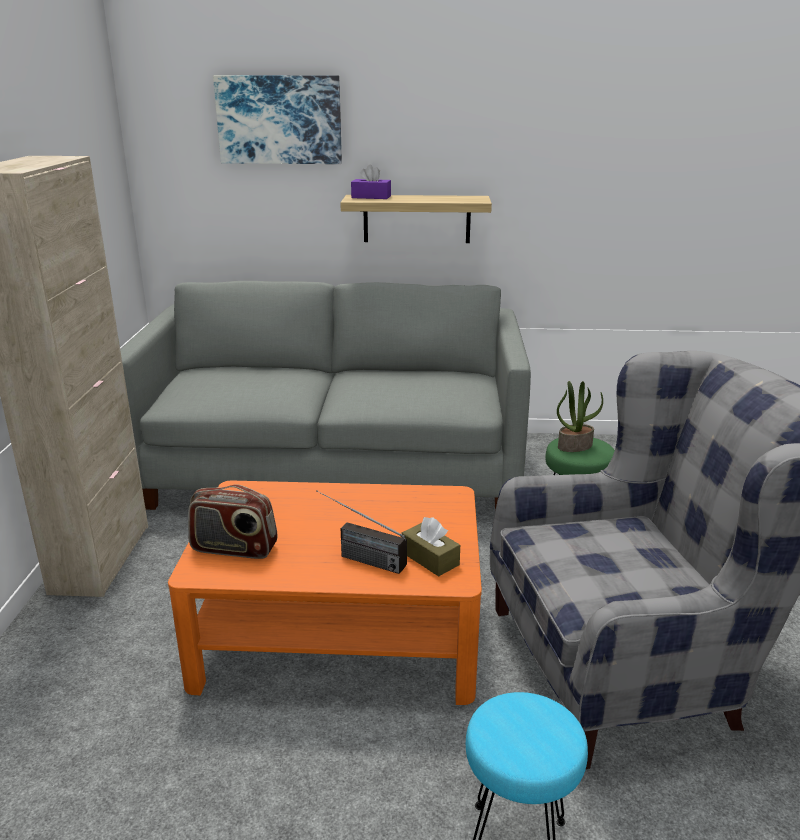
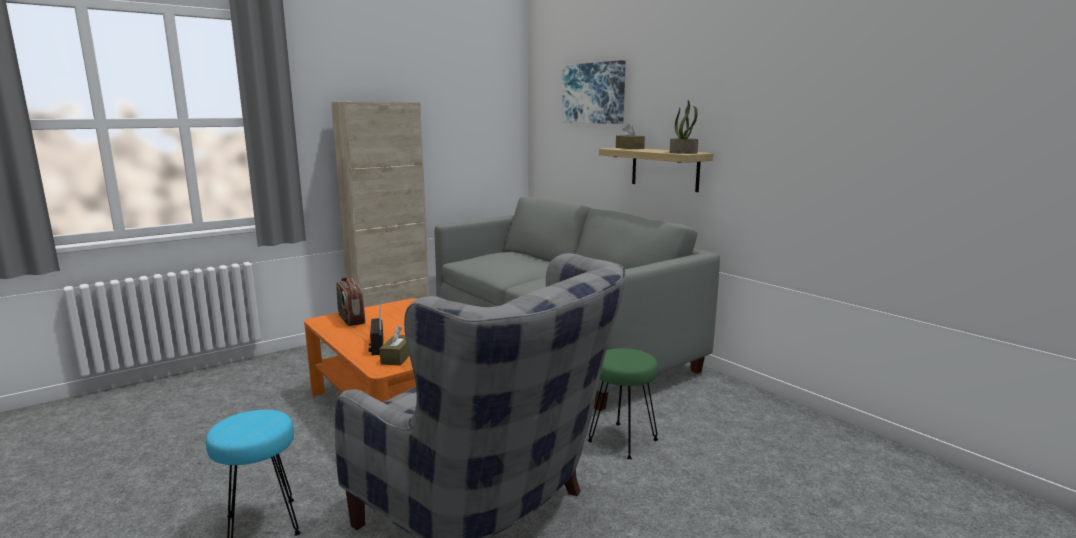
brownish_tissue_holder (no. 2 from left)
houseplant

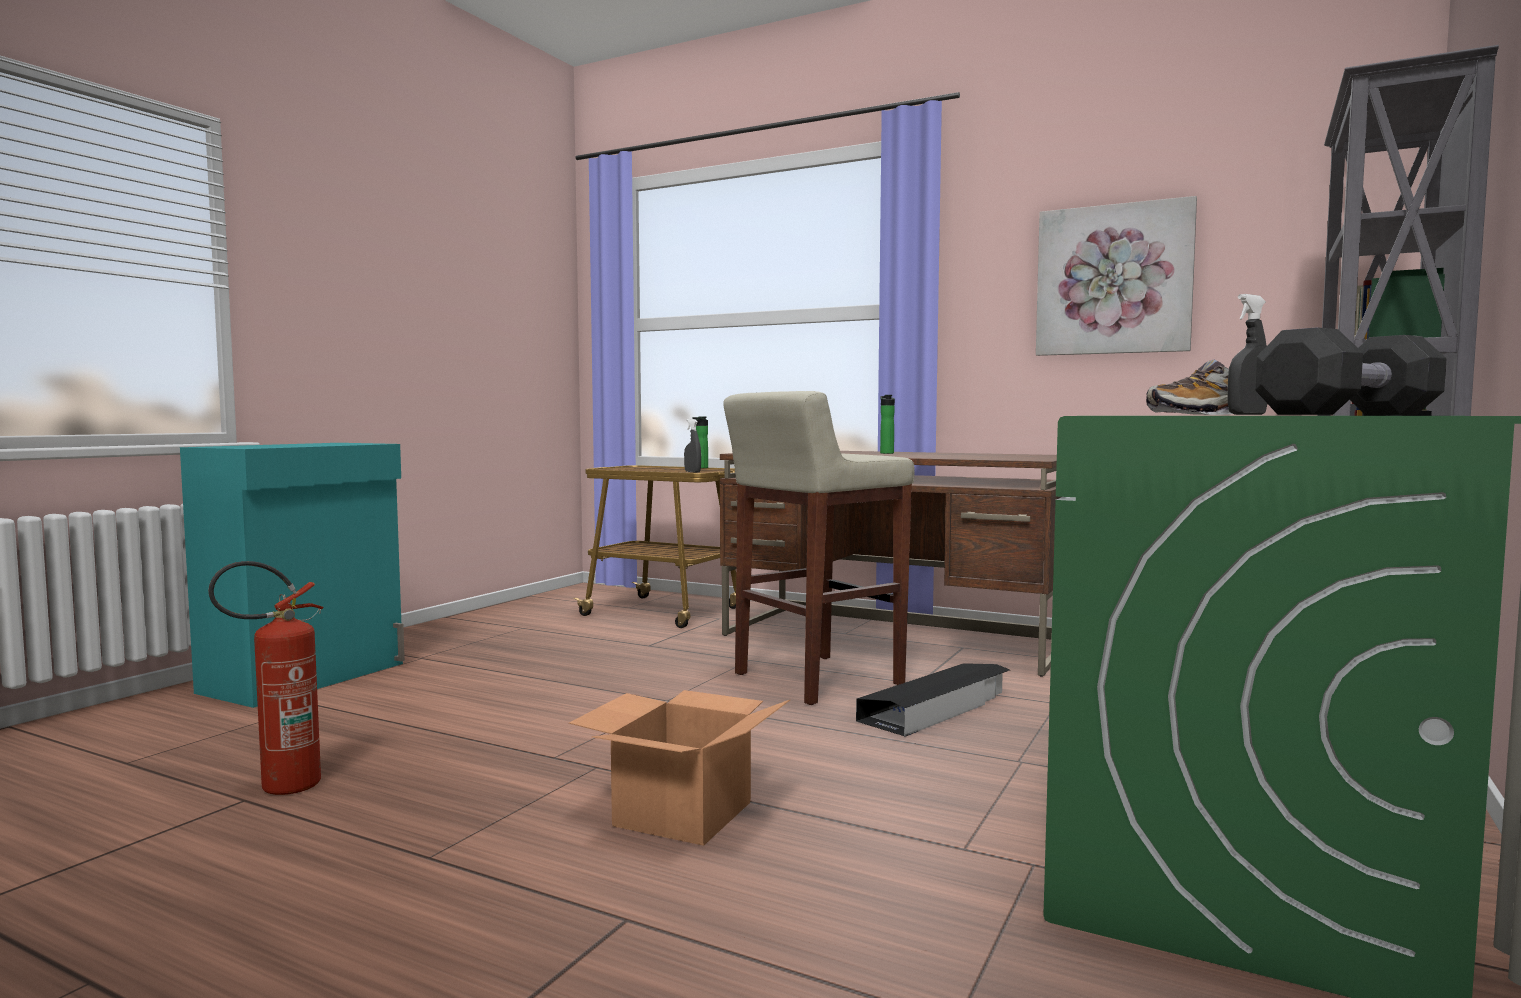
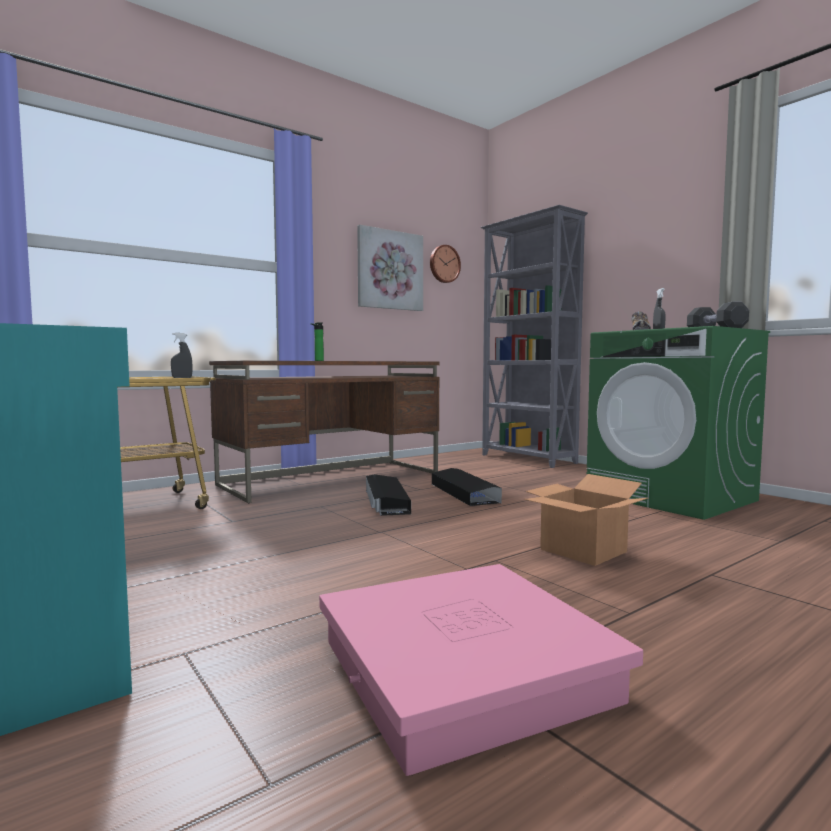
pink_storage_container
drink_bottle (no. 1 from left in the first image)
black_storage_container (no. 1 from left)
hanging_clock

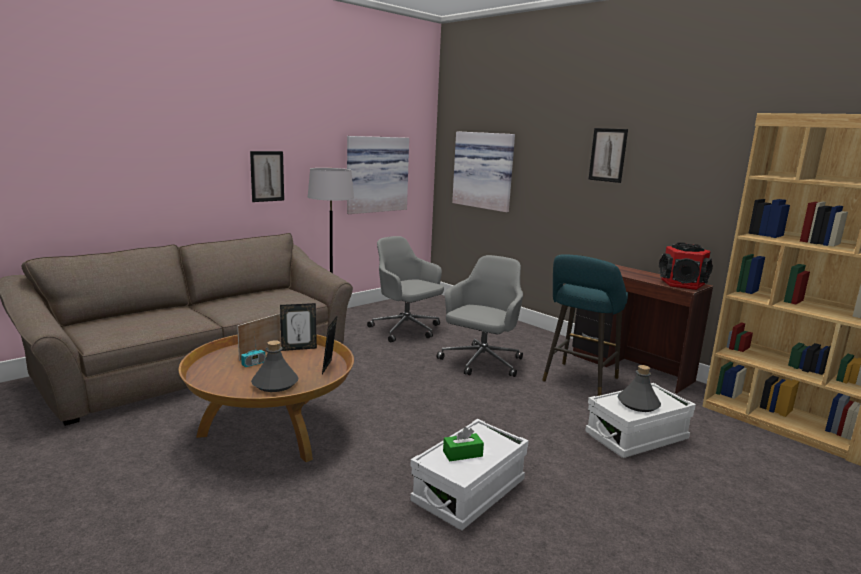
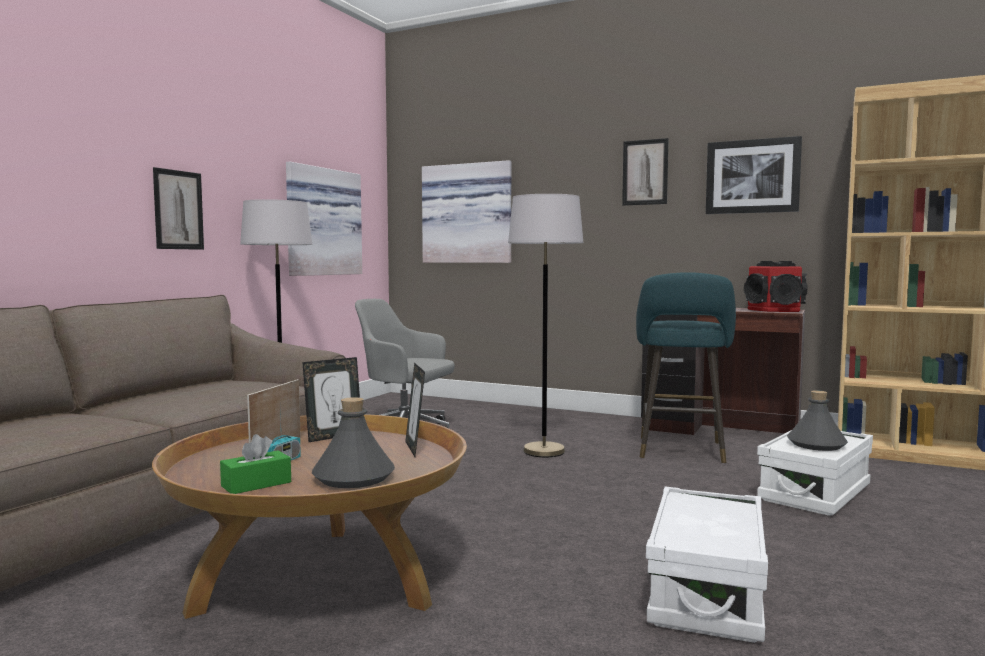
gray_floor_lamp (no. 2 from left)
greenish_tissue_holder
wall_art (no. 5 from left)

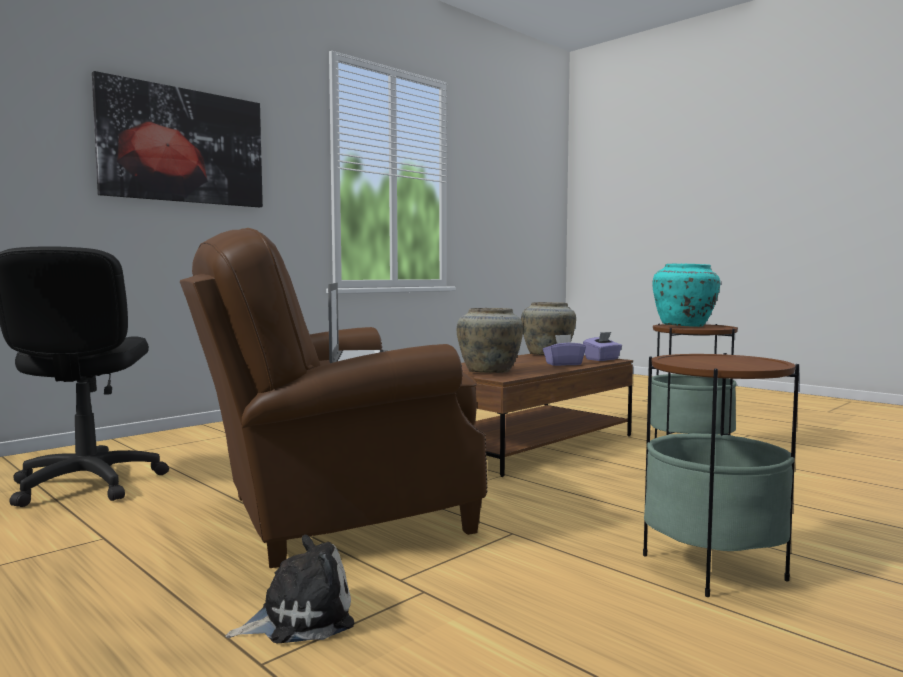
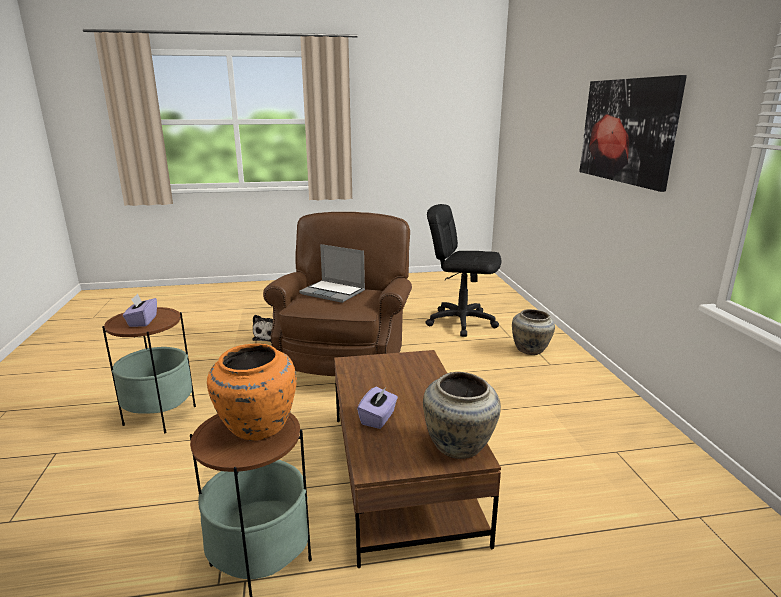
beige_vase (no. 2 from left)
purple_tissue_holder (no. 1 from left)
orangey_vase

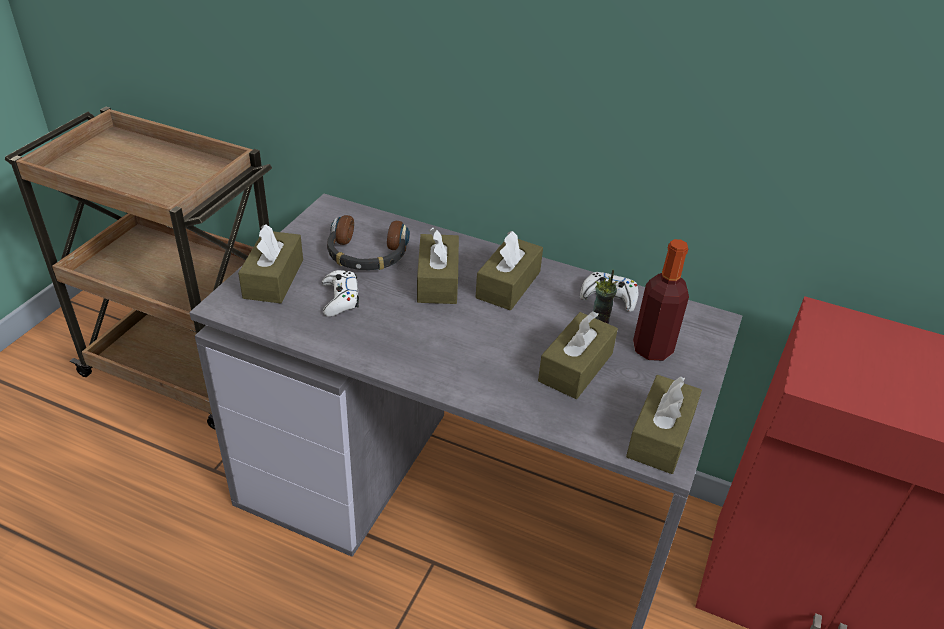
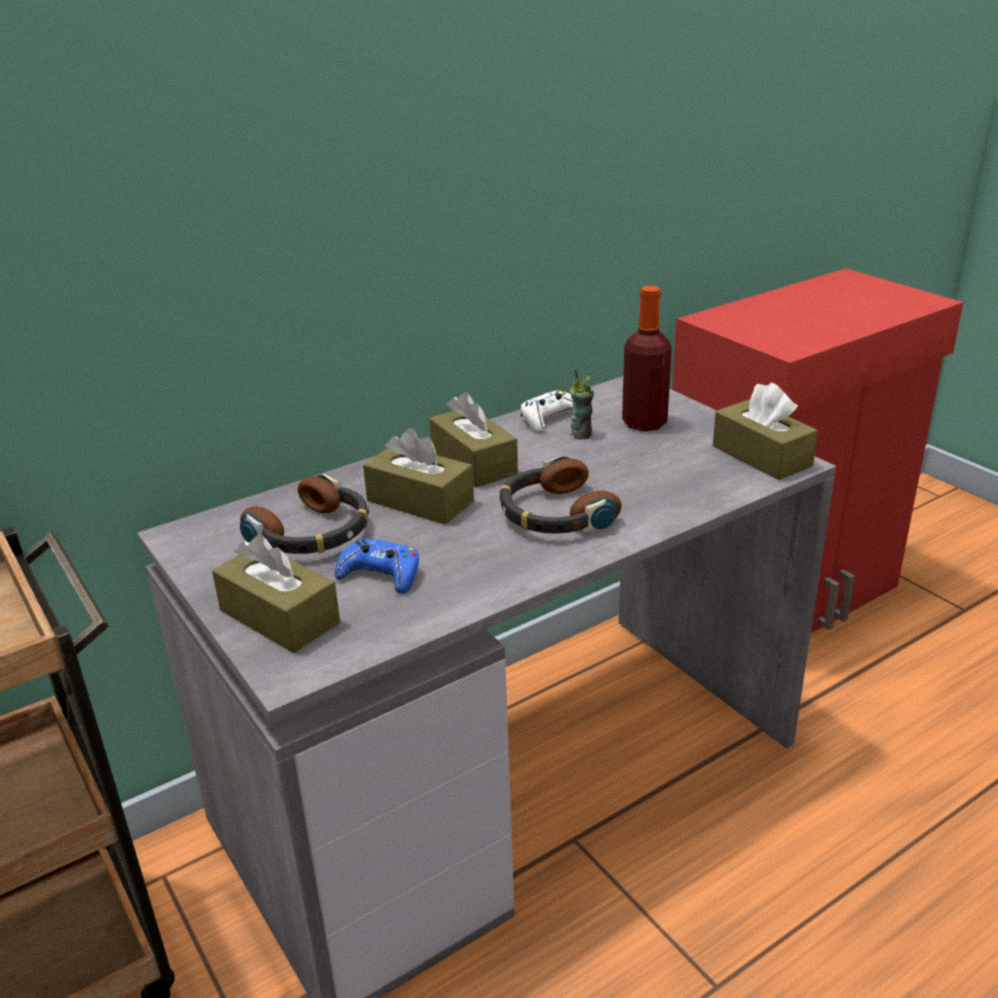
bluish_gamepad
brownish_tissue_holder (no. 4 from left in the first image)
pair_of_headphones (no. 2 from left)

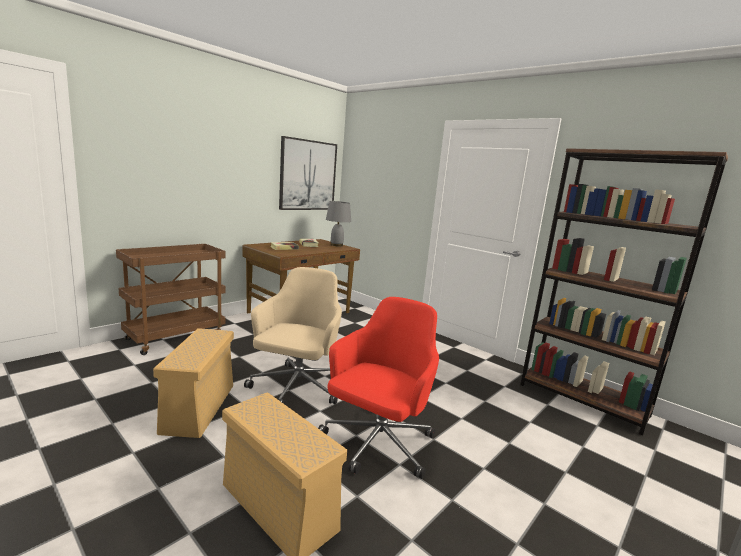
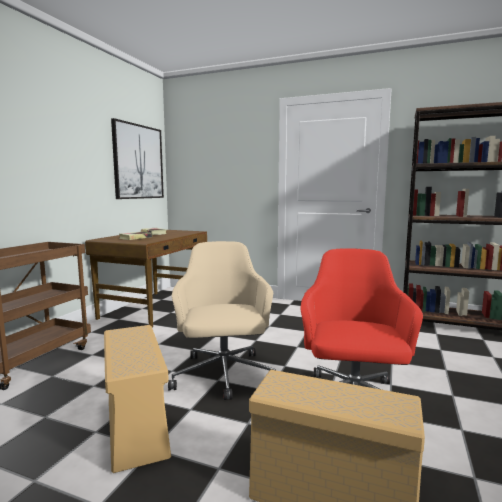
gray_table_lamp

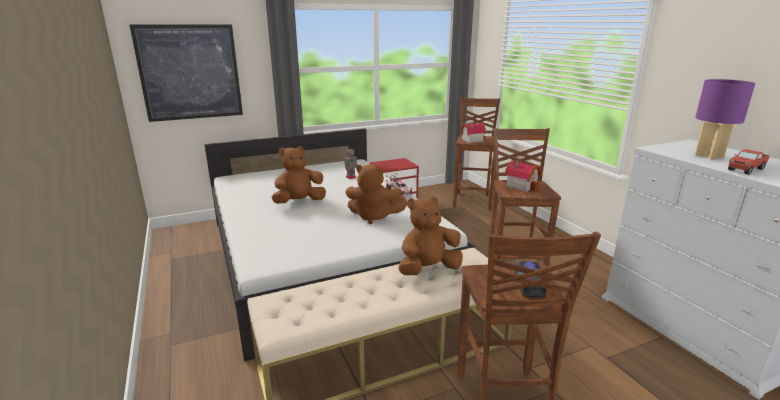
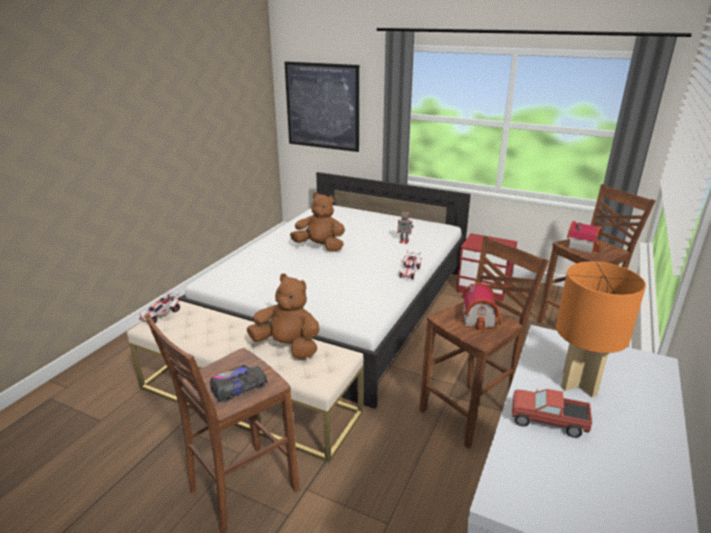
brownish_soft_toy (no. 2 from left in the first image)
orangey_table_lamp
toy_car (no. 1 from left)

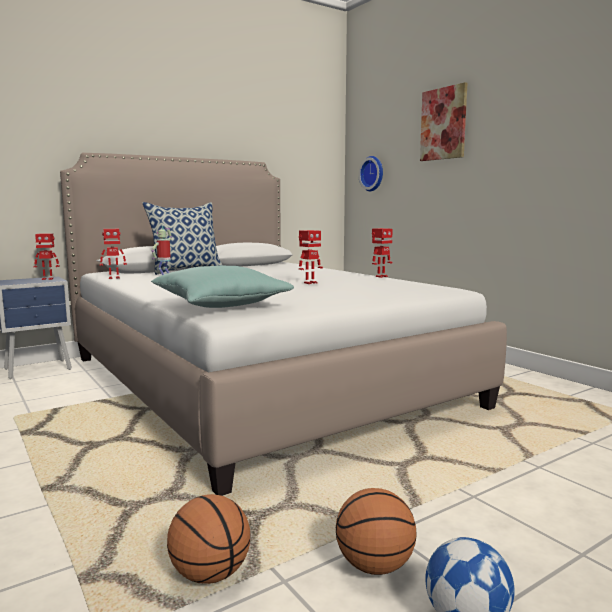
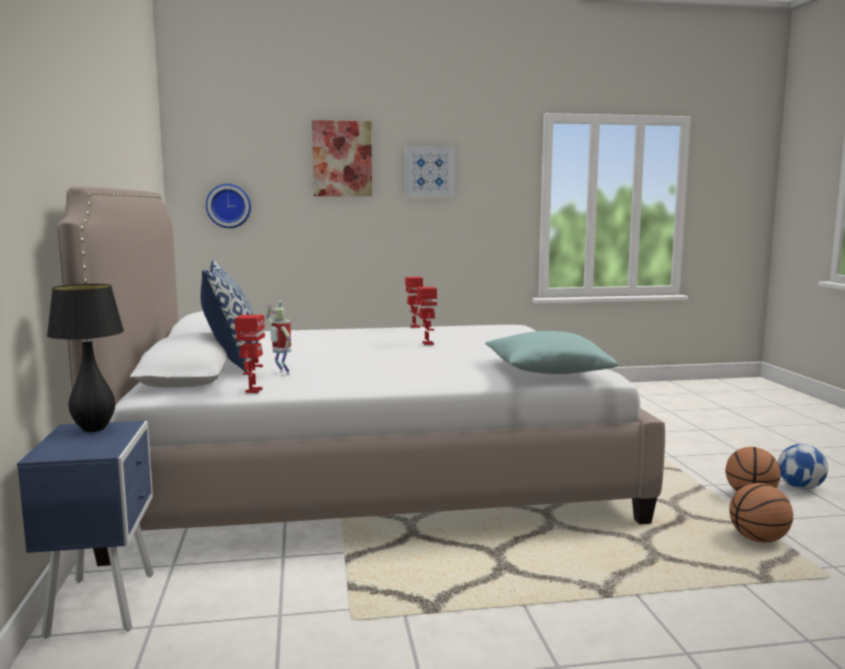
black_table_lamp
wall_art (no. 2 from left)

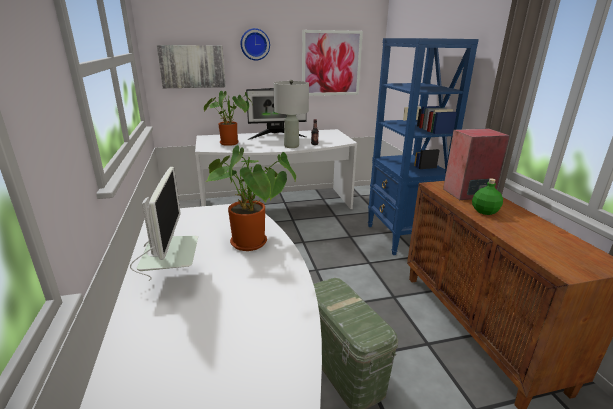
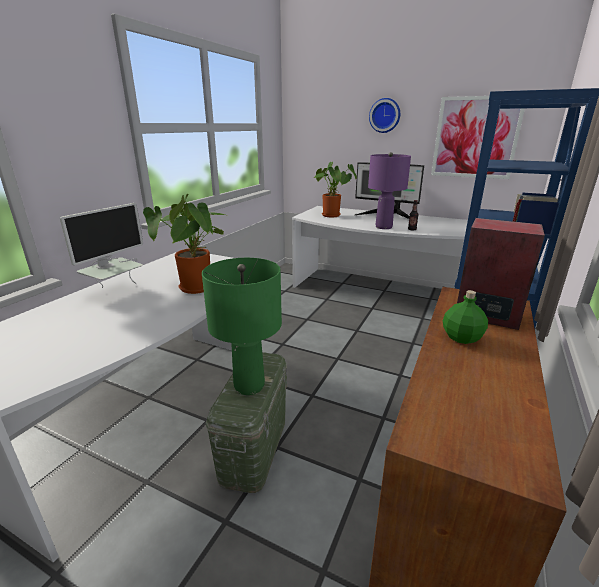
wall_art (no. 1 from left in the first image)
purple_table_lamp
greenish_table_lamp

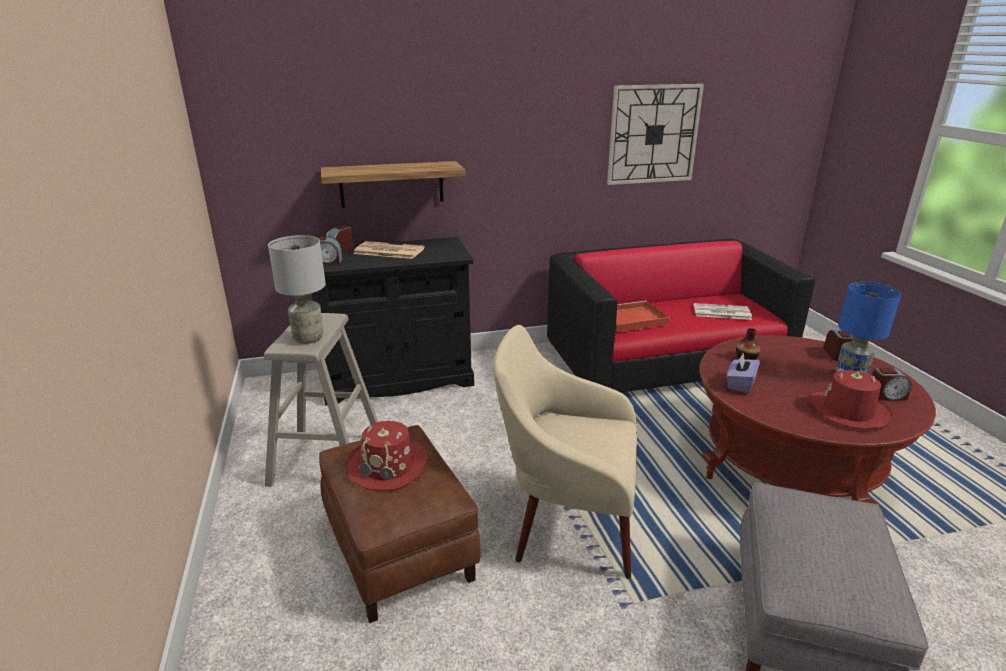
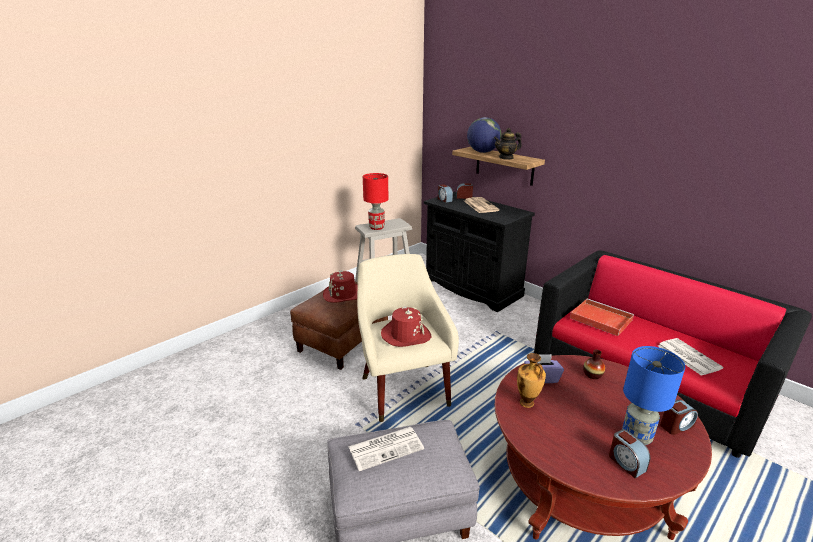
red_table_lamp
hanging_clock
red_clothing_hat (no. 2 from left)
newspaper (no. 1 from left)
globe
tea_pot
vase (no. 1 from left)

